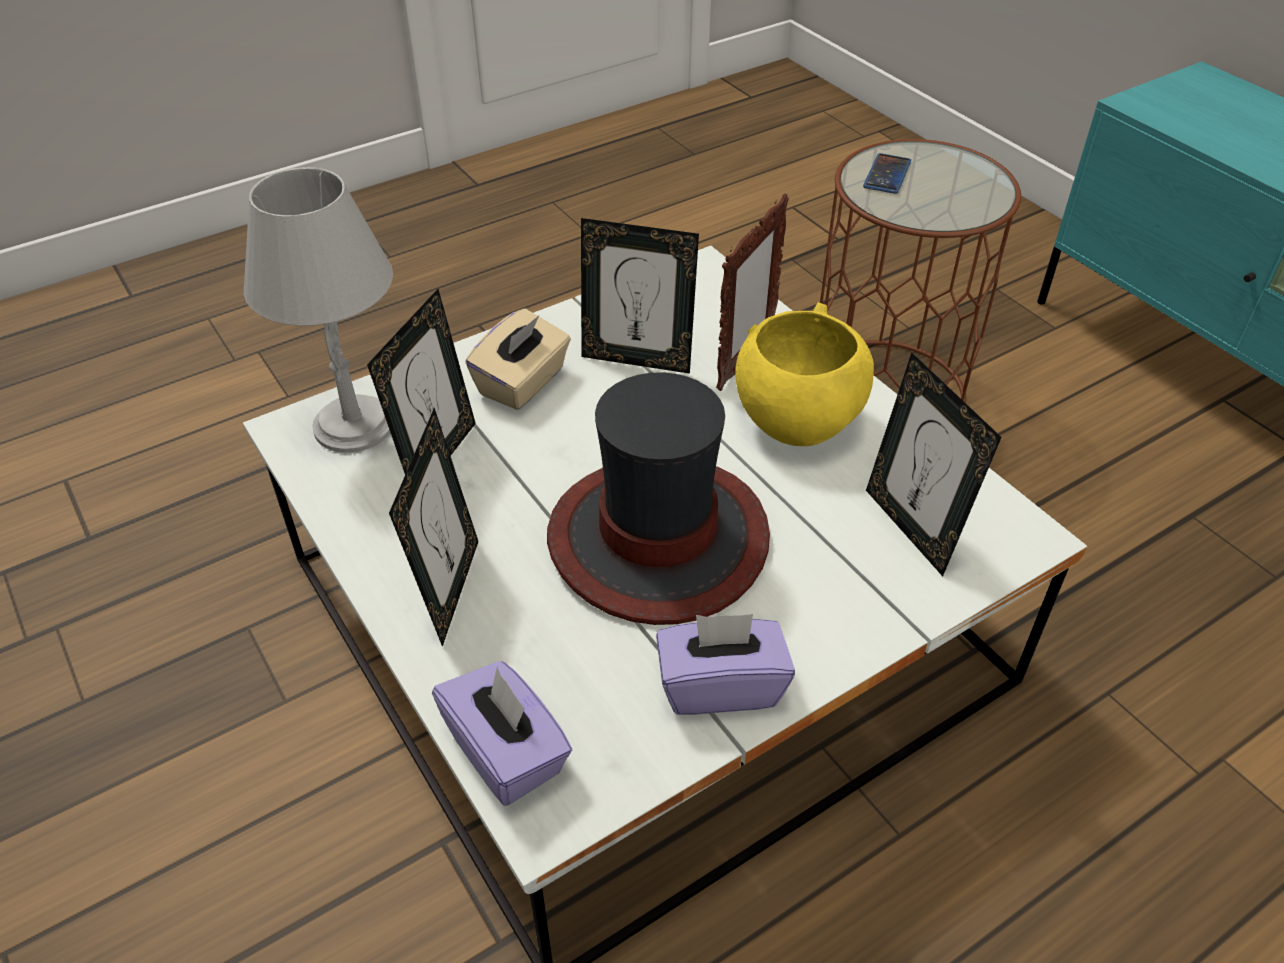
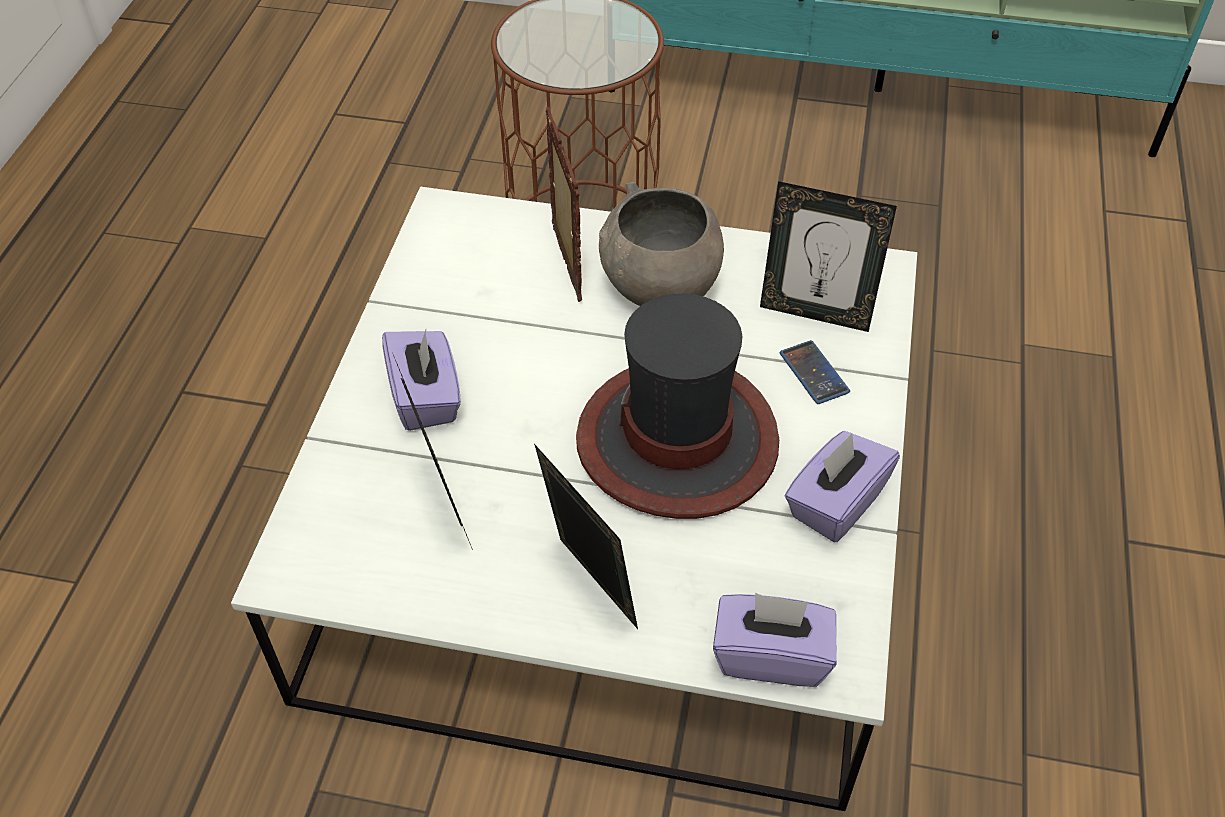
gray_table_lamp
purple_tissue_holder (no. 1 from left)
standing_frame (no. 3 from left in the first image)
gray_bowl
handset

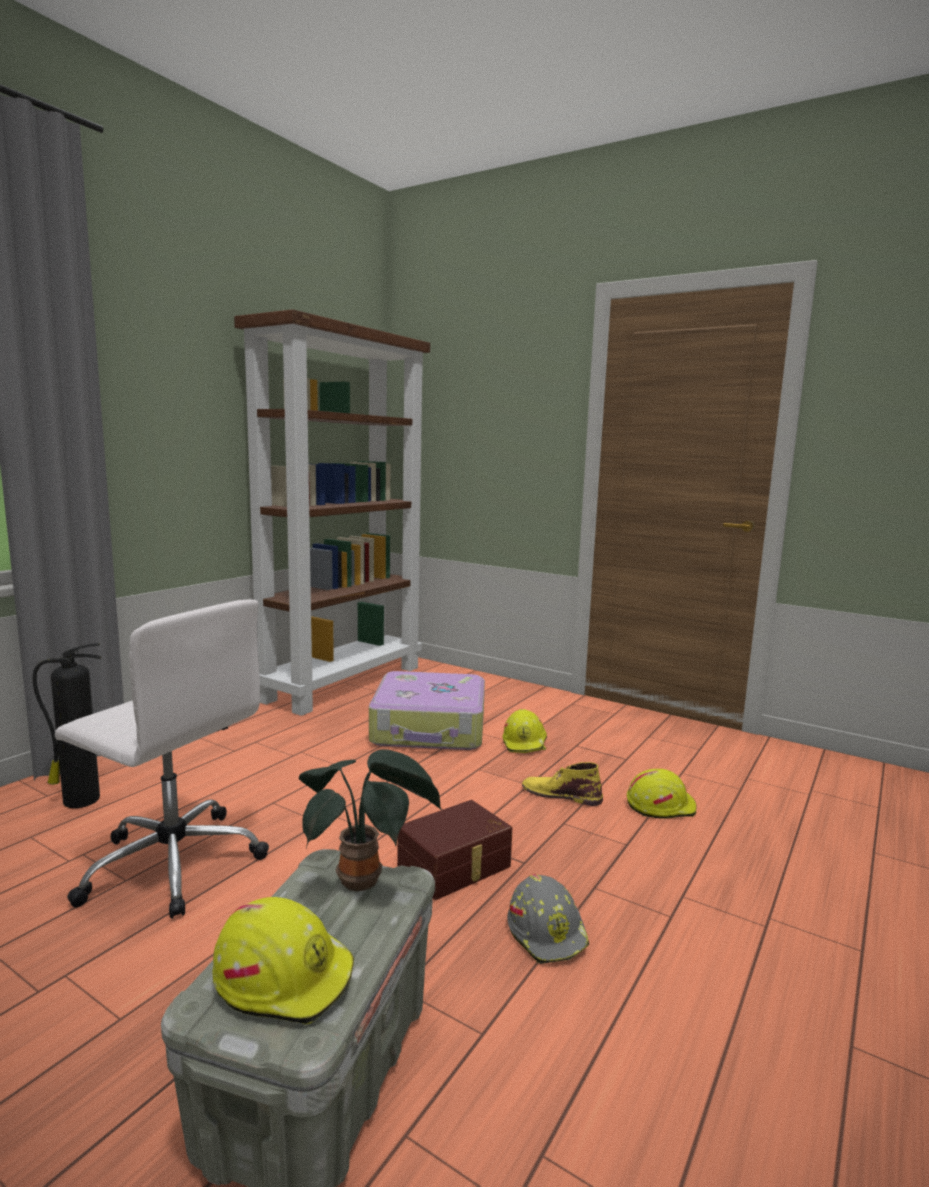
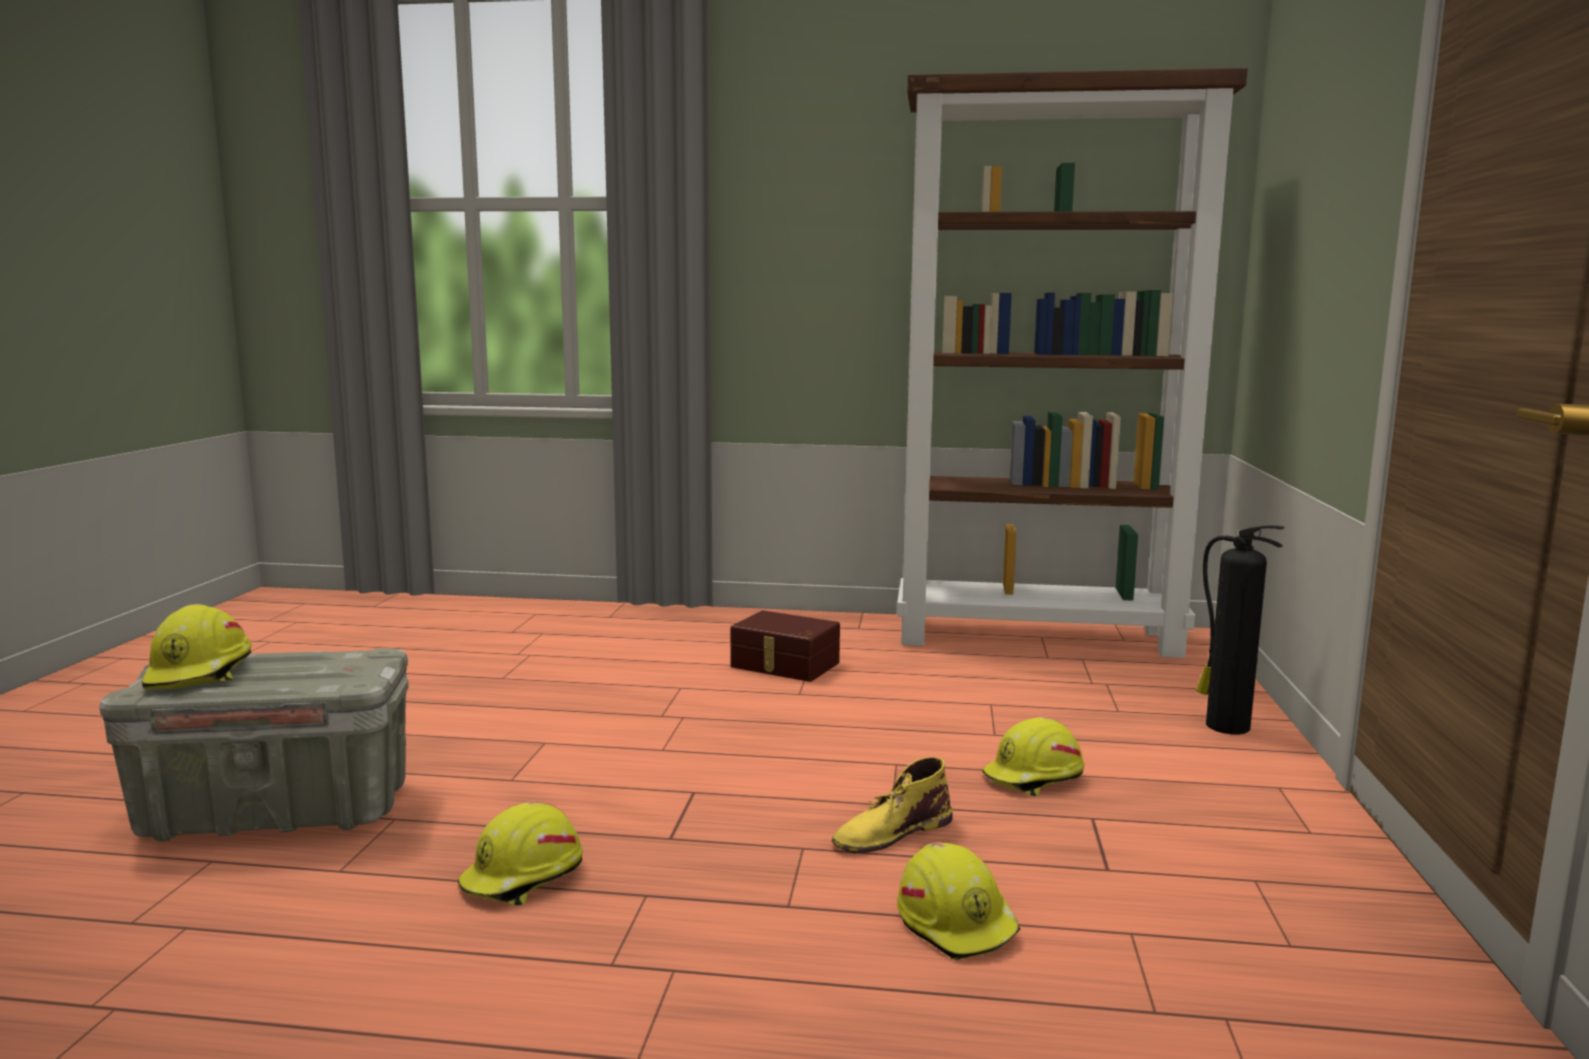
fire-fighting_cylinder
white-coloured_office_chair
houseplant
suitcase
brownish_storage_container
yellow-coloured_work_helmet (no. 2 from left)
yellow-coloured_boot

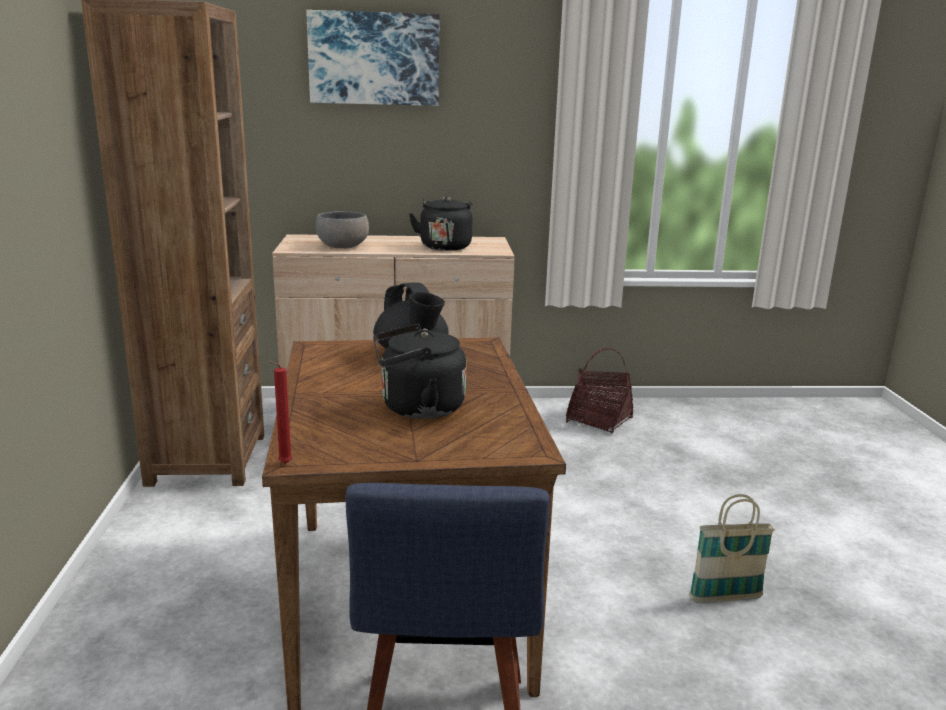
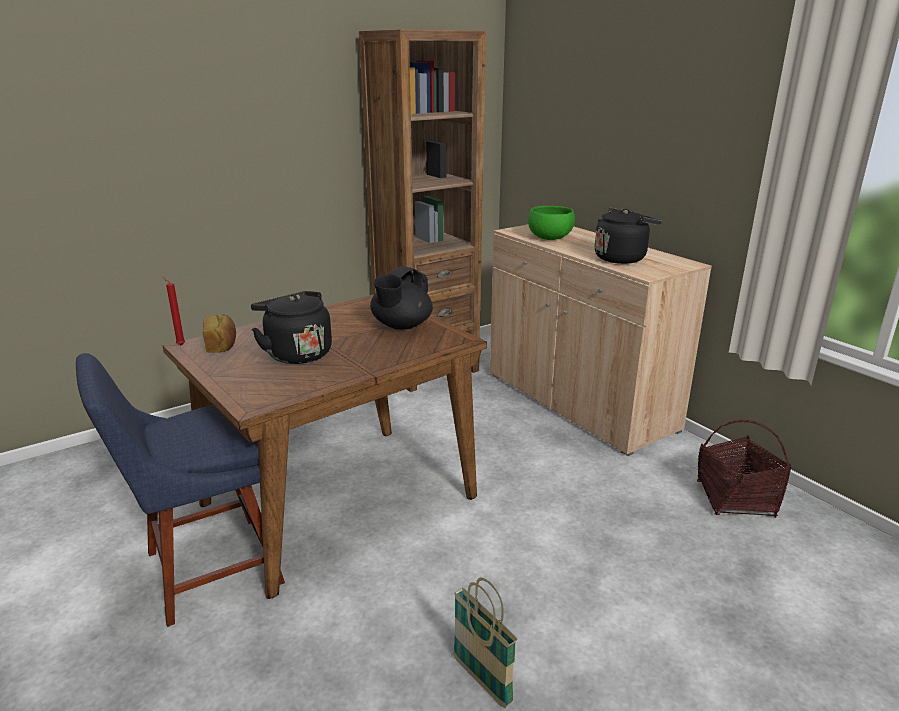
wall_art
greenish_bowl
bread

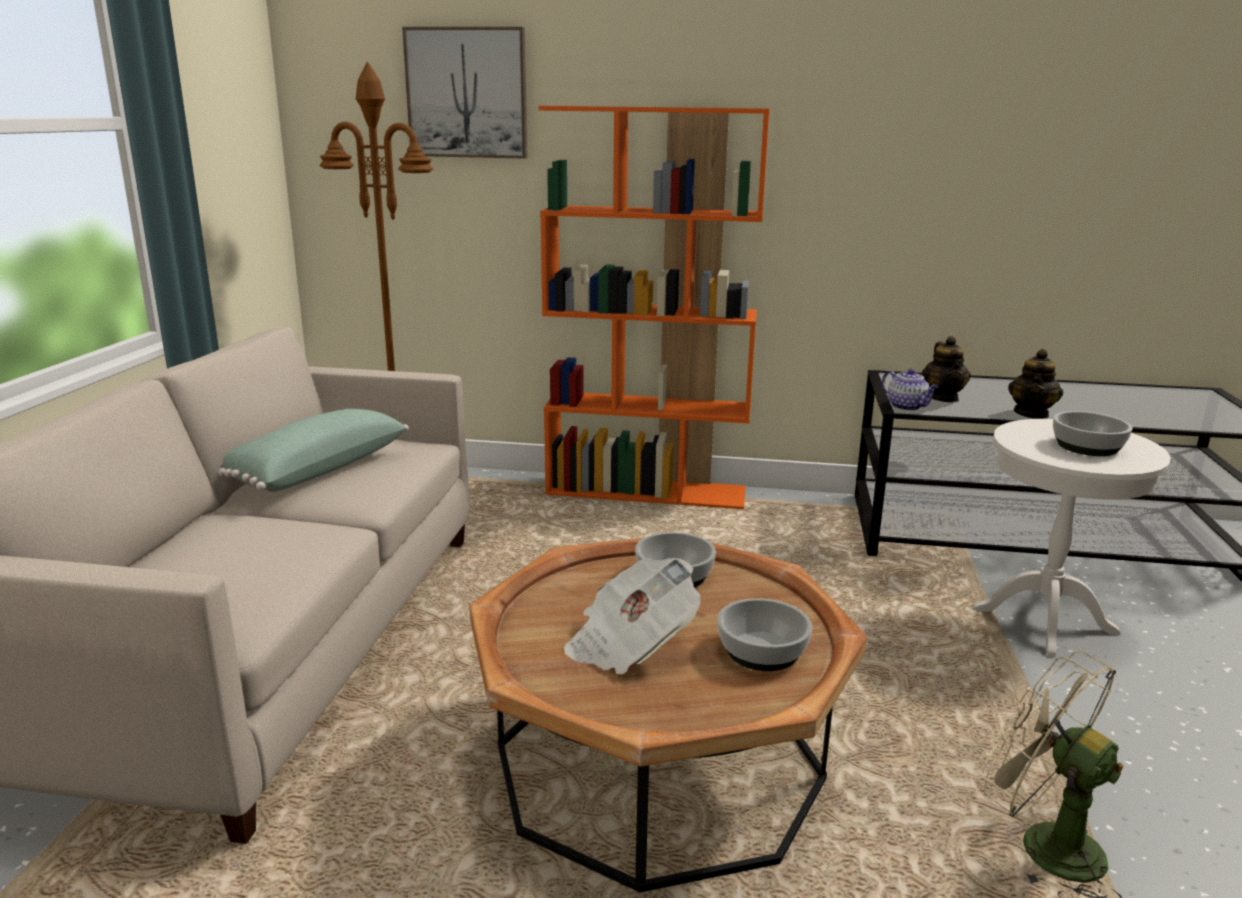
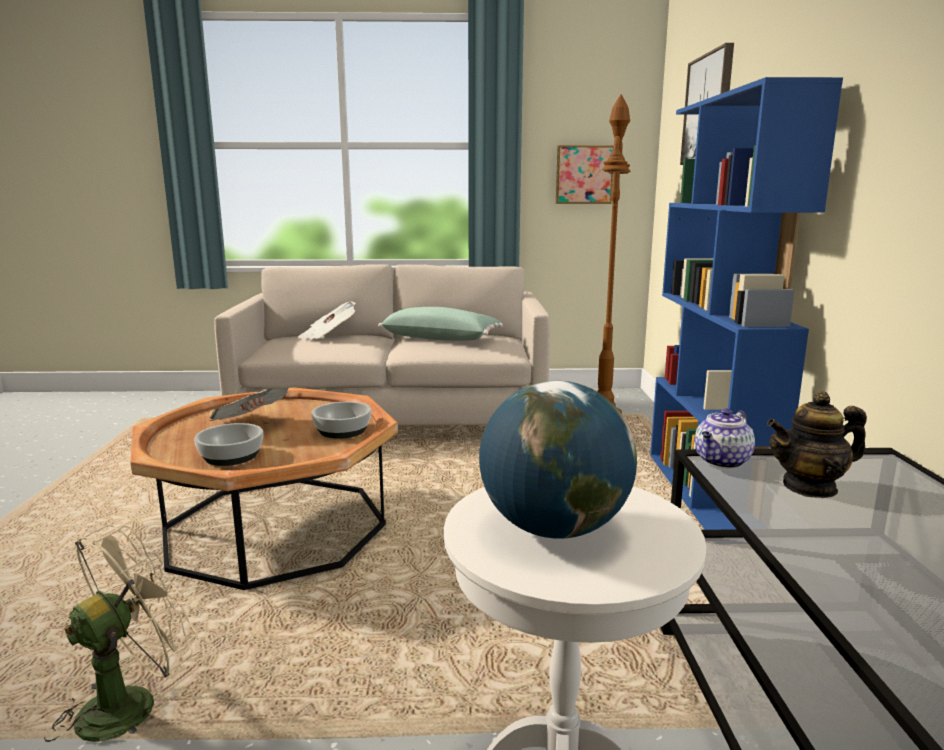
bluish_bookcase
tea_pot (no. 3 from left in the first image)
globe
newspaper (no. 2 from left)
wall_art (no. 1 from left)

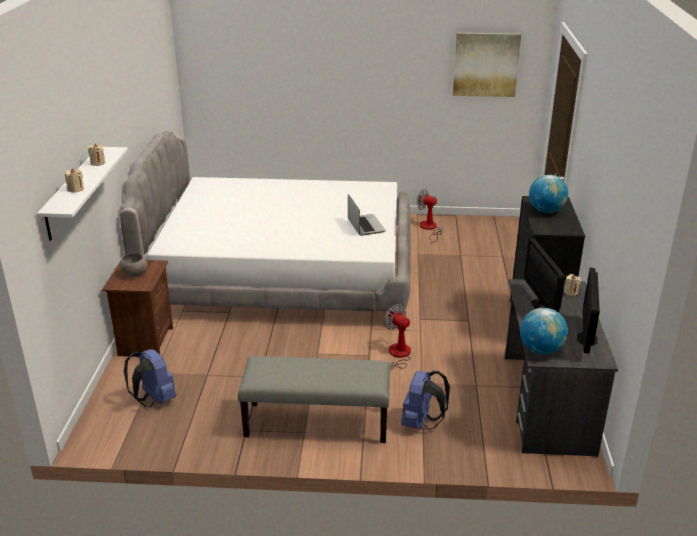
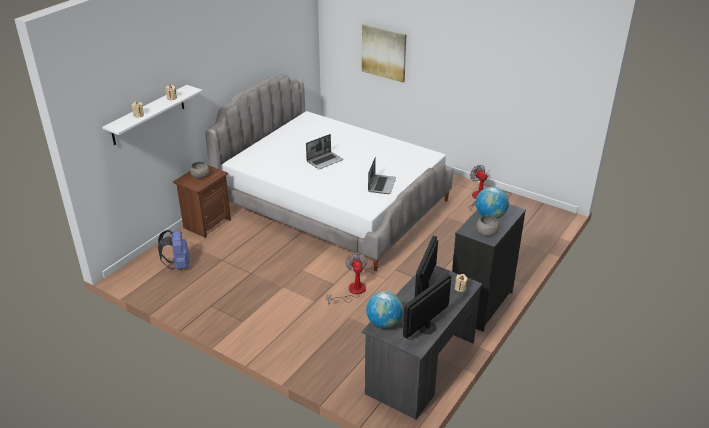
gray_bench
bluish_knapsack (no. 2 from left in the first image)
wall_art
laptop (no. 1 from left)
gray_bowl (no. 2 from left)

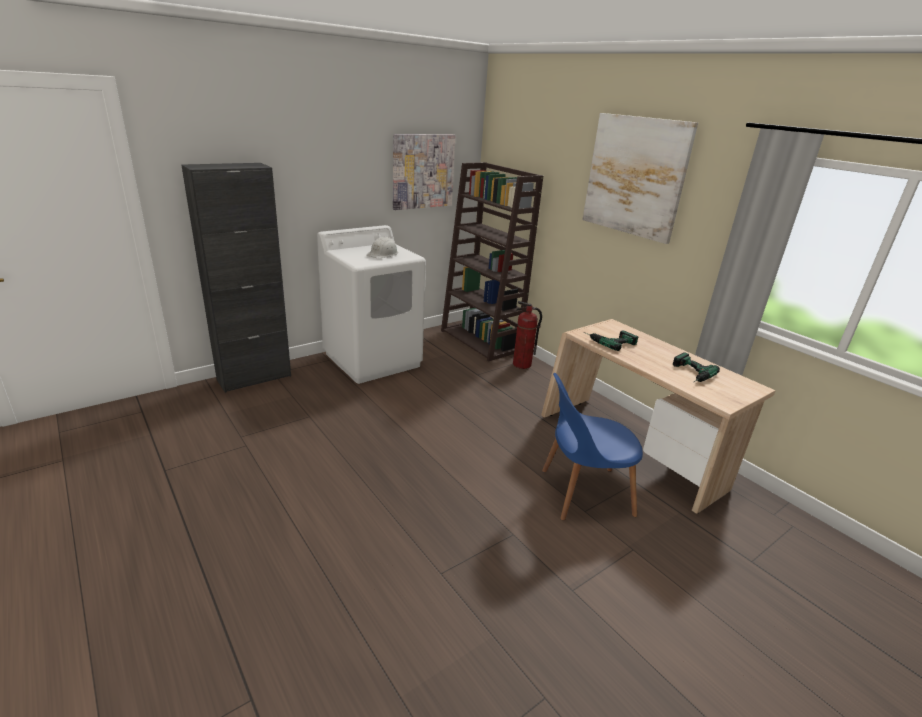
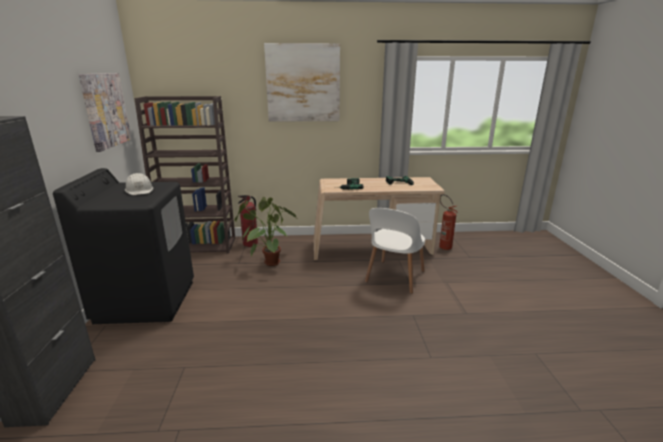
black_washing_machine
white-coloured_chair
houseplant
fire-fighting_cylinder (no. 2 from left)

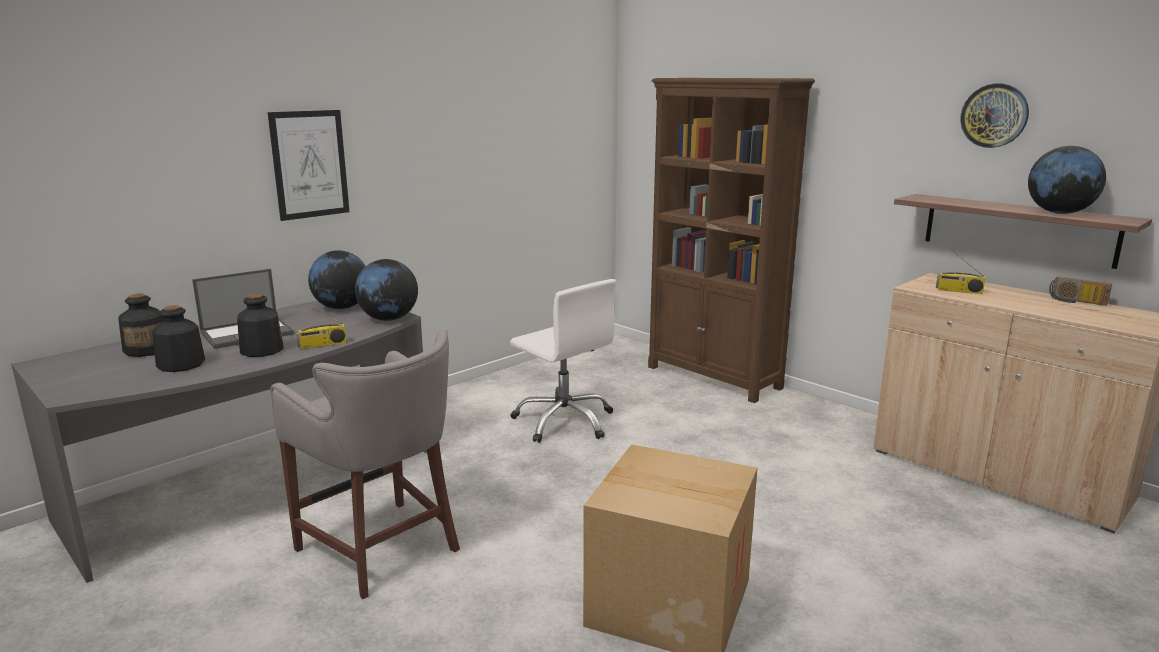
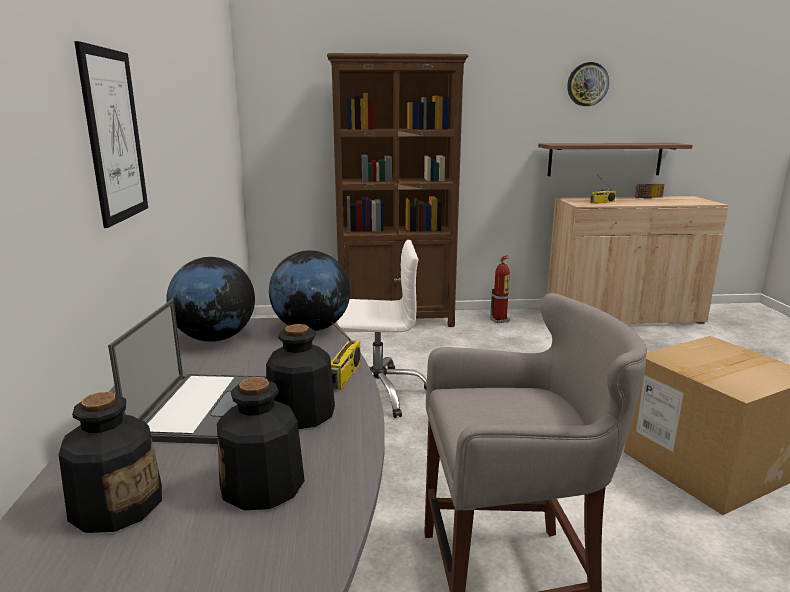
globe (no. 3 from left in the first image)
fire-fighting_cylinder

